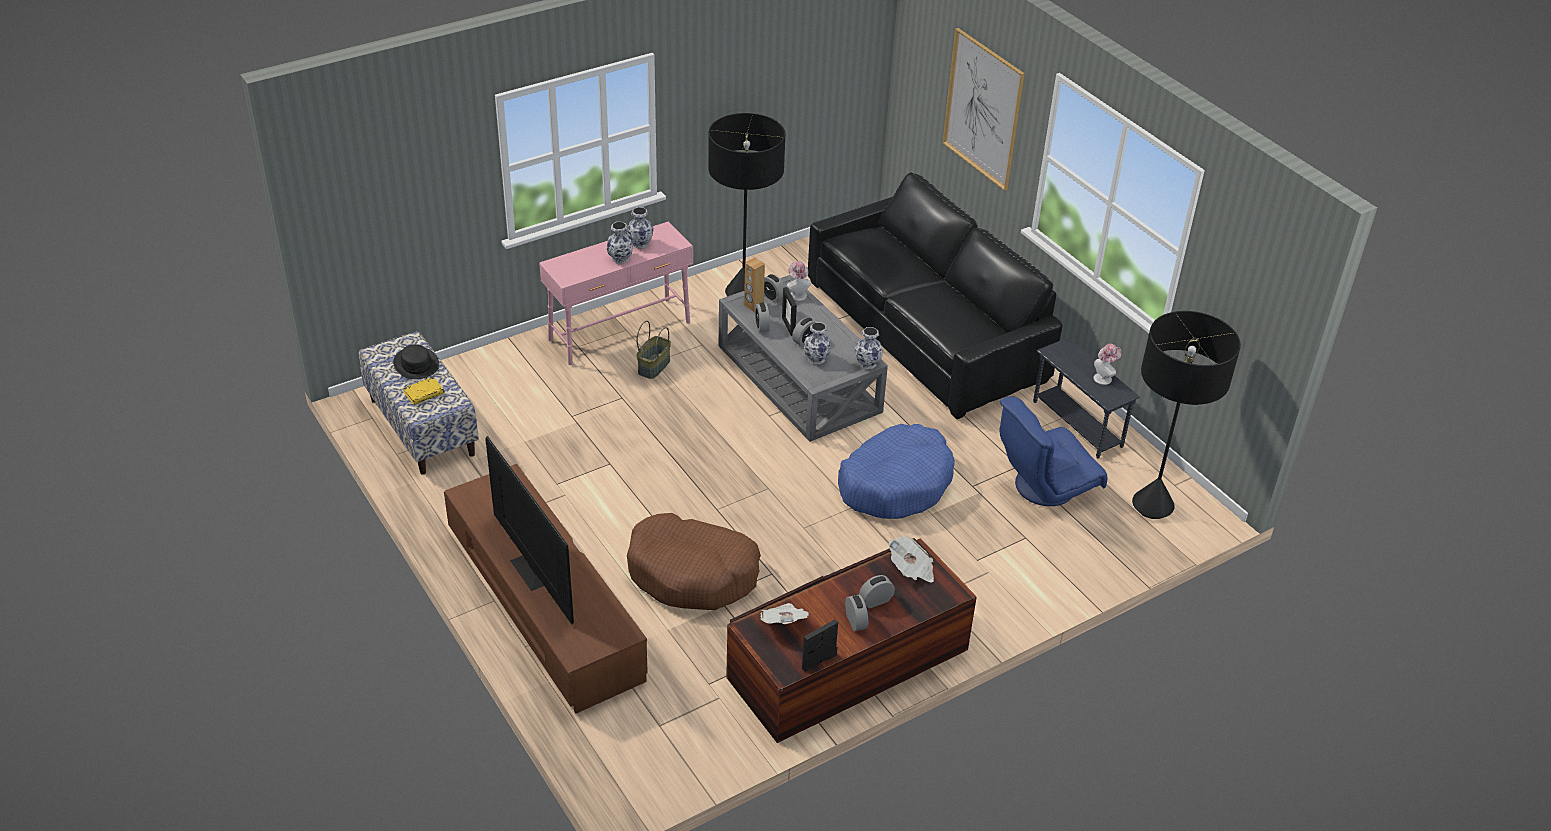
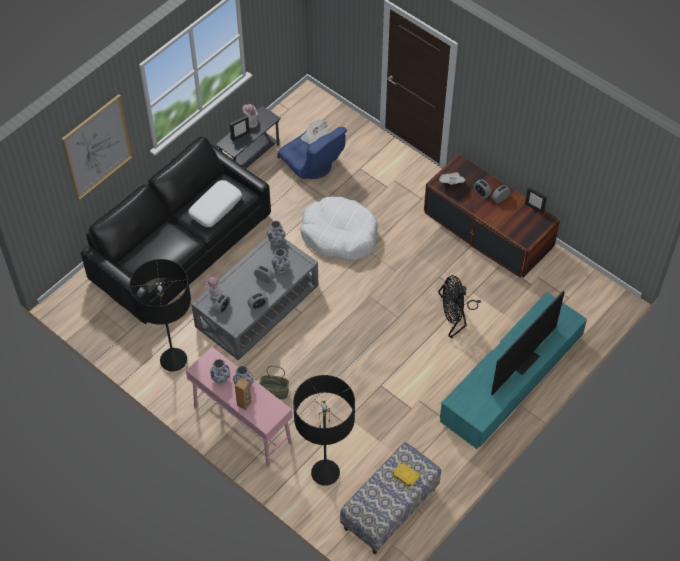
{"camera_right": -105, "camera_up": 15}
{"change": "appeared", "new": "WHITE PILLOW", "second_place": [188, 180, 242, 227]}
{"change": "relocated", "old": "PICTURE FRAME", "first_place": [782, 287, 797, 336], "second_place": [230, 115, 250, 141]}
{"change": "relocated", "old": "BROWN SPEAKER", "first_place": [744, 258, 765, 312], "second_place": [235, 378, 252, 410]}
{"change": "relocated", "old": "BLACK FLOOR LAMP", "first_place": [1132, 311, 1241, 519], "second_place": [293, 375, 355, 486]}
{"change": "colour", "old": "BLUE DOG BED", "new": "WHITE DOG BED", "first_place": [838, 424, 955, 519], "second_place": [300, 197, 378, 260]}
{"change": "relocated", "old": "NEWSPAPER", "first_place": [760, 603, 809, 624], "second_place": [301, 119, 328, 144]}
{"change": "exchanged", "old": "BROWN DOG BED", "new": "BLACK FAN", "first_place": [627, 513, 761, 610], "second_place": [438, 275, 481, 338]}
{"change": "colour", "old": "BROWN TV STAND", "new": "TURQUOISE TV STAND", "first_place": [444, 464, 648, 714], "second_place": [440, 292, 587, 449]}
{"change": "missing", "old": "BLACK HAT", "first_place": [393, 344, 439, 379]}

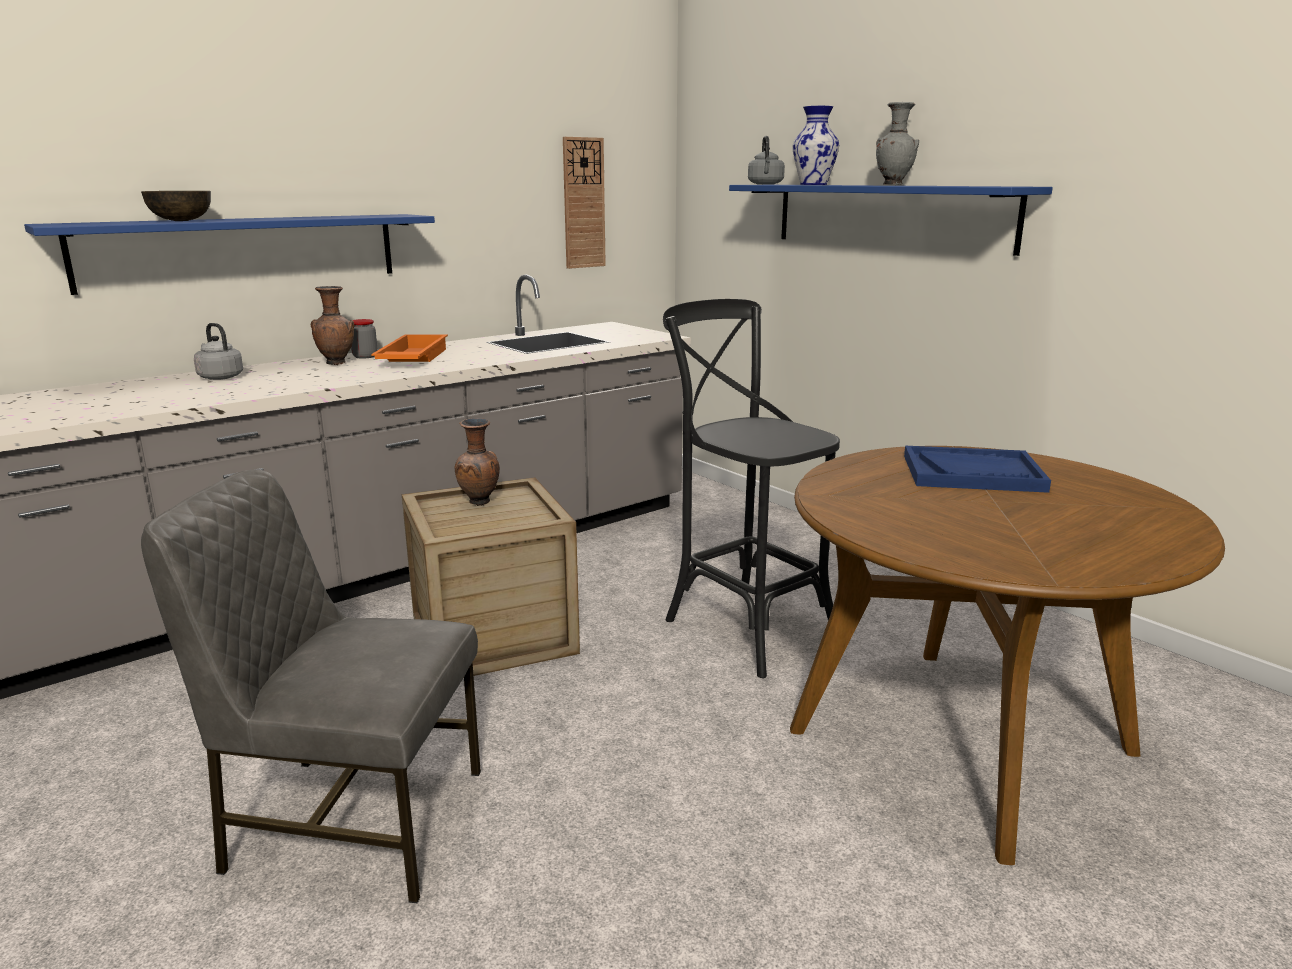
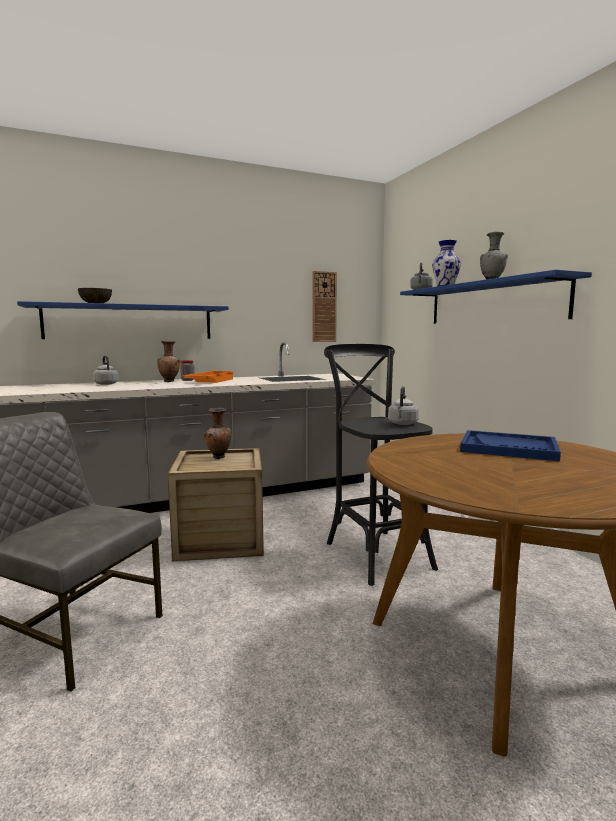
{"camera_right": 15, "camera_up": -10}
{"change": "appeared", "new": "GREY KETTLE", "second_place": [388, 386, 419, 425]}

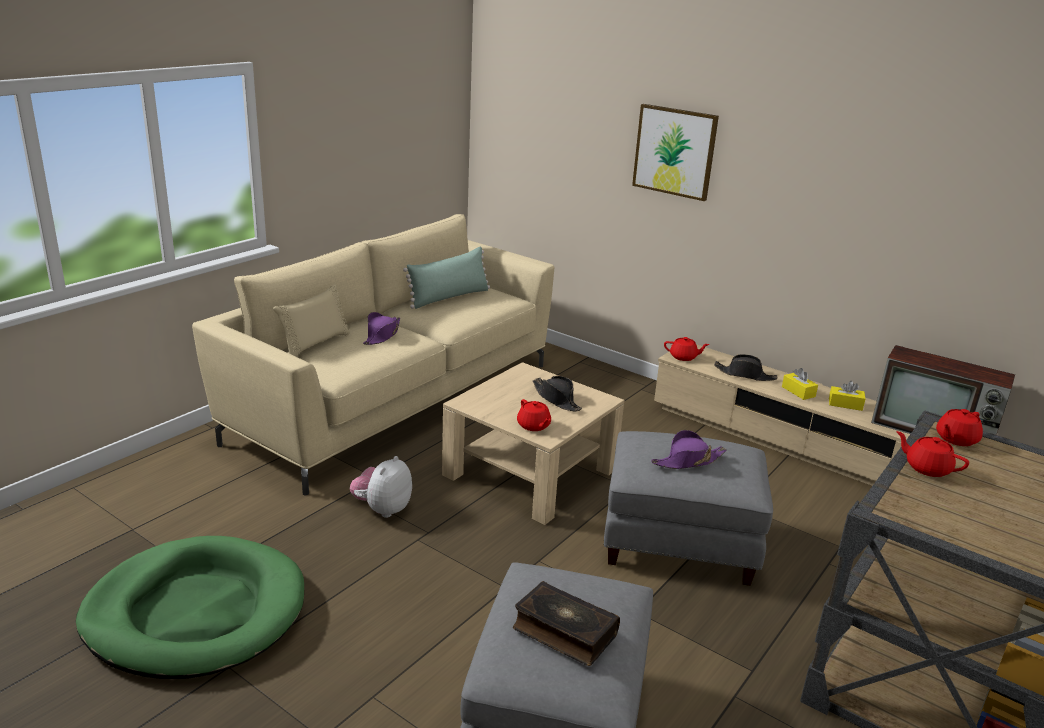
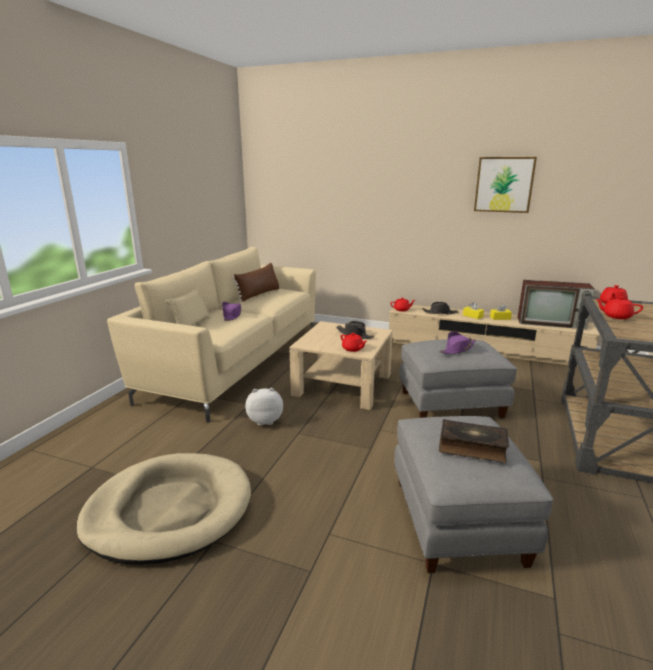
{"camera_right": -15, "camera_up": -5}
{"change": "colour", "old": "GREEN DOG BED", "new": "BEIGE DOG BED", "first_place": [76, 536, 304, 679], "second_place": [76, 453, 251, 565]}
{"change": "colour", "old": "GREEN PILLOW", "new": "BROWN PILLOW", "first_place": [403, 247, 490, 309], "second_place": [232, 263, 280, 302]}
{"change": "spun", "old": "PLUSH TOY", "first_place": [350, 456, 412, 518], "second_place": [245, 388, 283, 426], "degrees": 75}
{"change": "relocated", "old": "PICTURE", "first_place": [632, 104, 719, 201], "second_place": [474, 157, 537, 213]}

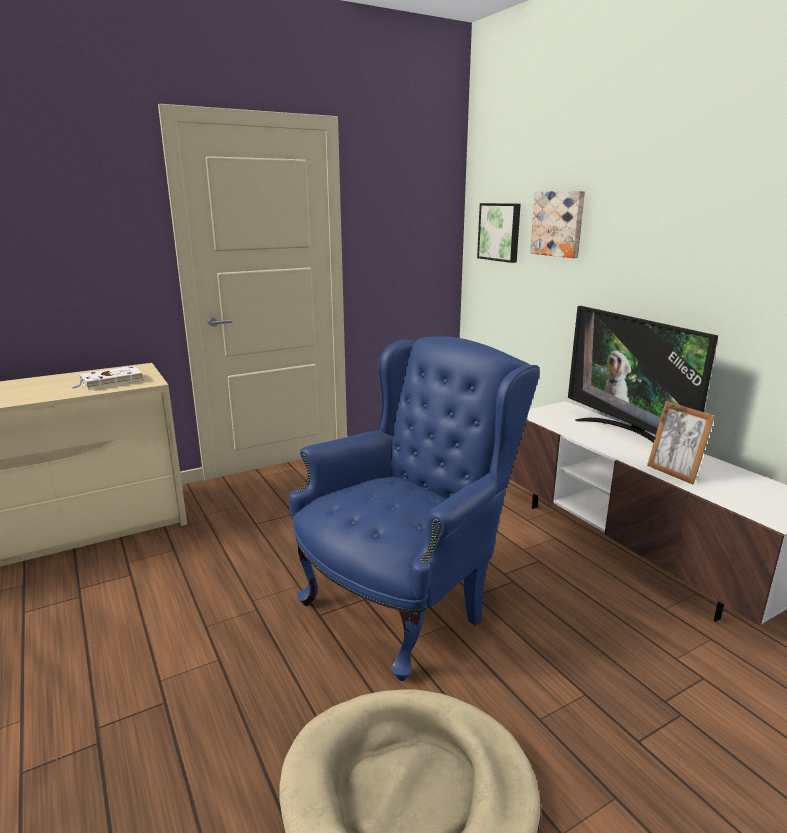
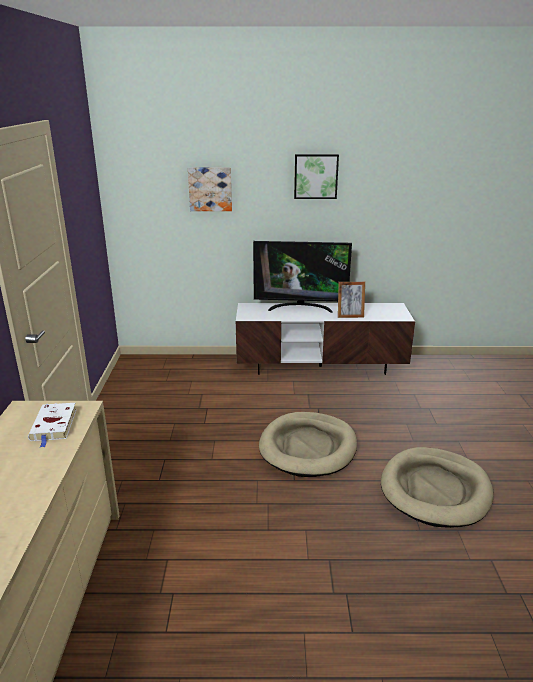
{"camera_right": -60, "camera_up": 5}
{"change": "exchanged", "old": "BLUE ARMCHAIR", "new": "BEIGE DOG BED", "first_place": [289, 336, 540, 681], "second_place": [259, 412, 357, 477]}
{"change": "relocated", "old": "PICTURE", "first_place": [477, 203, 521, 263], "second_place": [294, 154, 339, 199]}

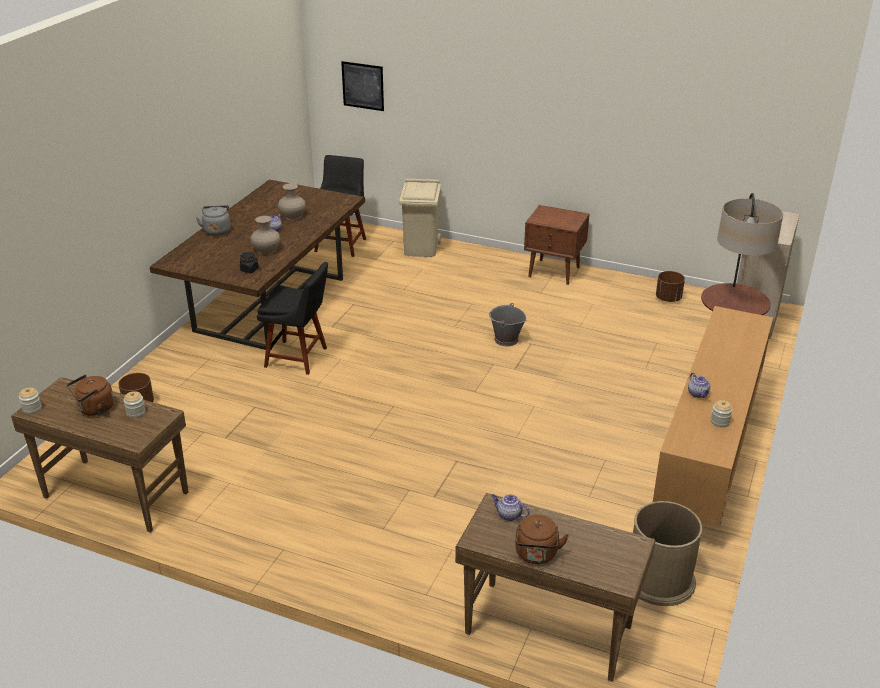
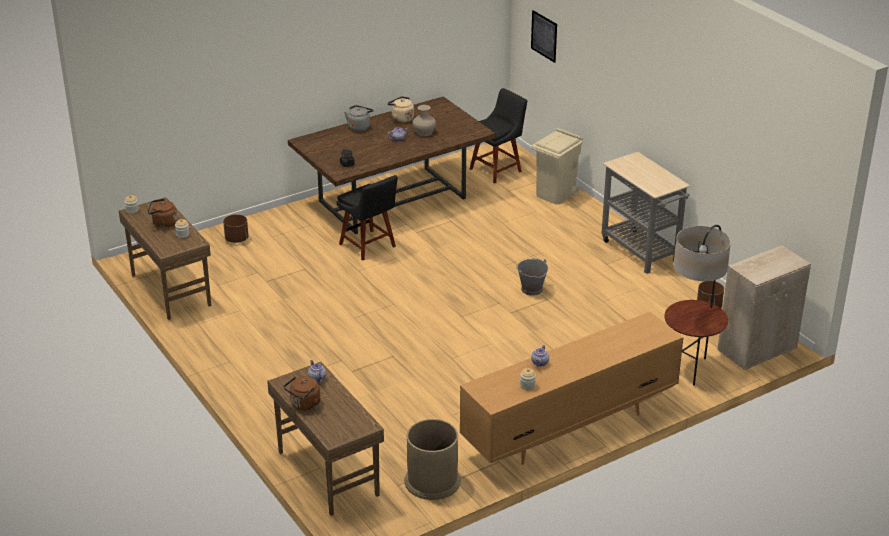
{"camera_right": 35, "camera_up": 0}
{"change": "appeared", "new": "BEIGE KETTLE", "second_place": [387, 96, 414, 123]}
{"change": "exchanged", "old": "BROWN NIGHTSTAND", "new": "GREY CART", "first_place": [524, 205, 589, 285], "second_place": [601, 152, 690, 274]}
{"change": "missing", "old": "BEIGE VASE", "first_place": [251, 216, 280, 255]}

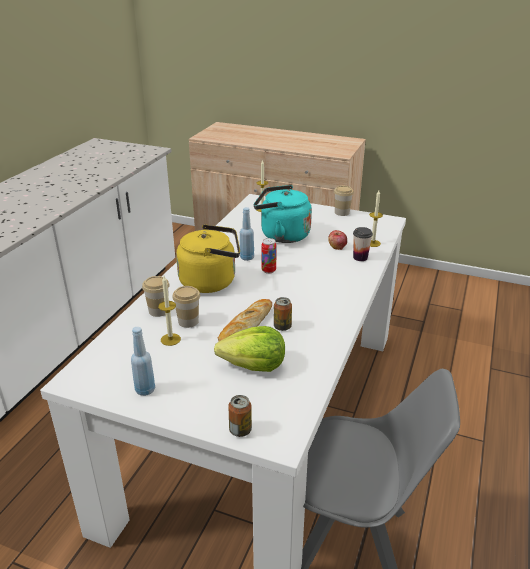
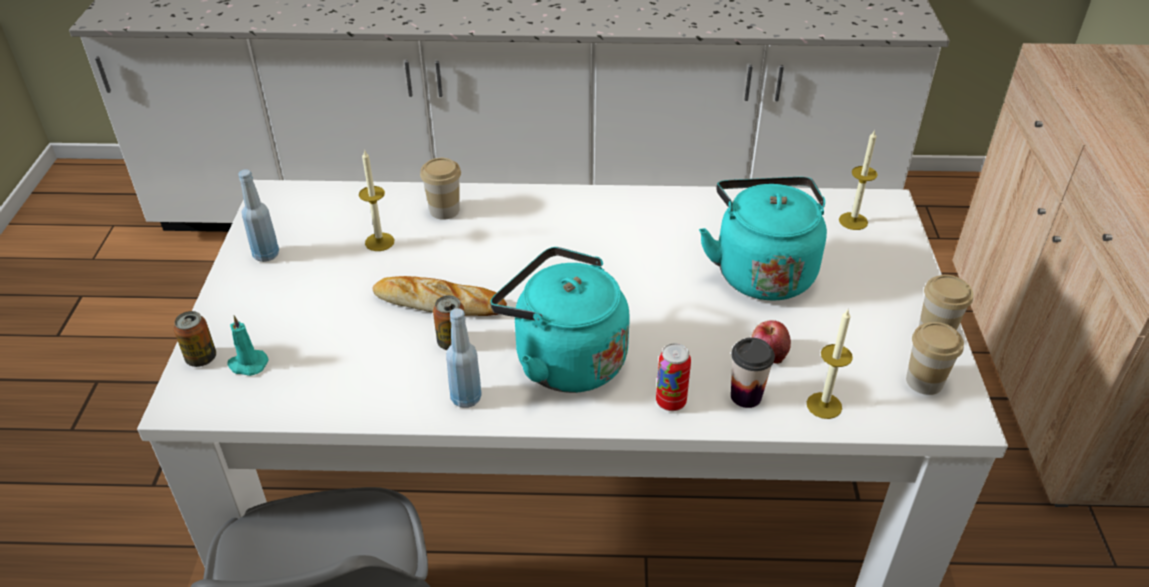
{"camera_right": 70, "camera_up": 10}
{"change": "appeared", "new": "TURQUOISE CANDLE", "second_place": [228, 316, 269, 376]}
{"change": "relocated", "old": "BLUE BOTTLE", "first_place": [240, 207, 254, 261], "second_place": [446, 308, 482, 408]}
{"change": "appeared", "new": "TURQUOISE KETTLE", "second_place": [490, 247, 630, 393]}
{"change": "relocated", "old": "CAN", "first_place": [261, 238, 277, 274], "second_place": [656, 343, 691, 411]}
{"change": "relocated", "old": "CUP", "first_place": [172, 286, 200, 328], "second_place": [906, 322, 964, 395]}
{"change": "missing", "old": "YELLOW KETTLE", "first_place": [176, 224, 240, 293]}
{"change": "missing", "old": "LETTUCE", "first_place": [214, 326, 285, 372]}

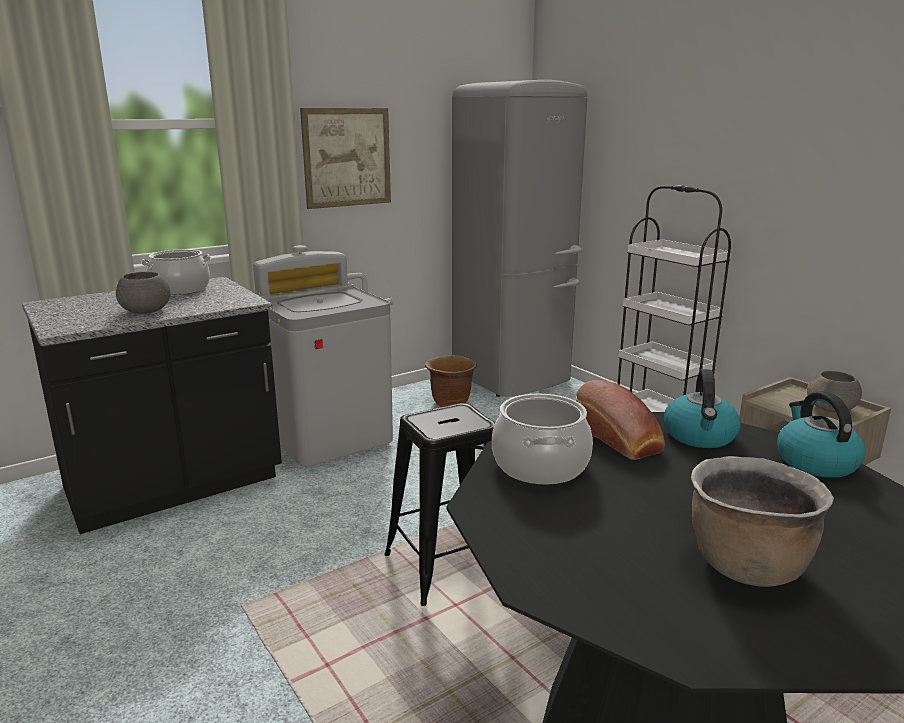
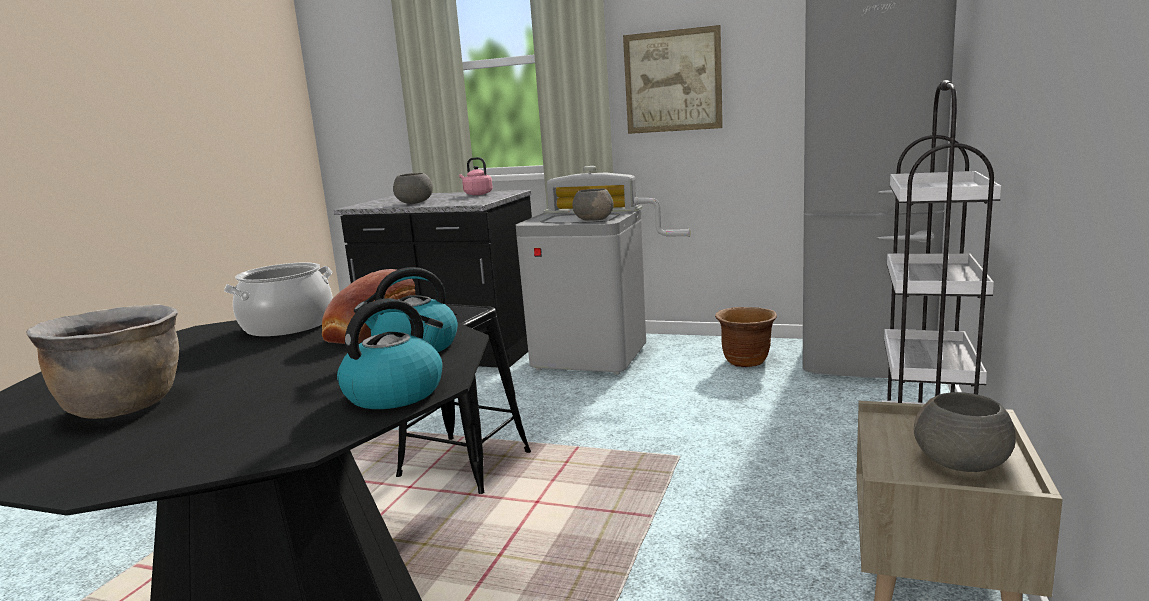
{"camera_right": 55, "camera_up": -5}
{"change": "exchanged", "old": "COOKING POT", "new": "PINK KETTLE", "first_place": [141, 249, 211, 295], "second_place": [459, 157, 493, 195]}
{"change": "appeared", "new": "GREY BOWL", "second_place": [572, 189, 614, 221]}

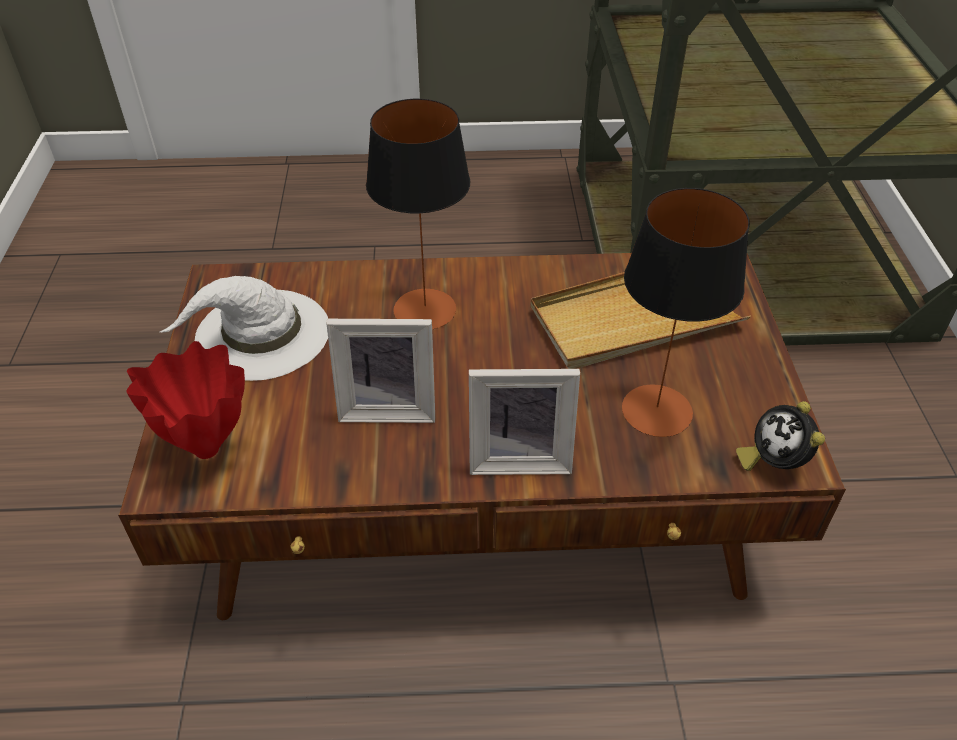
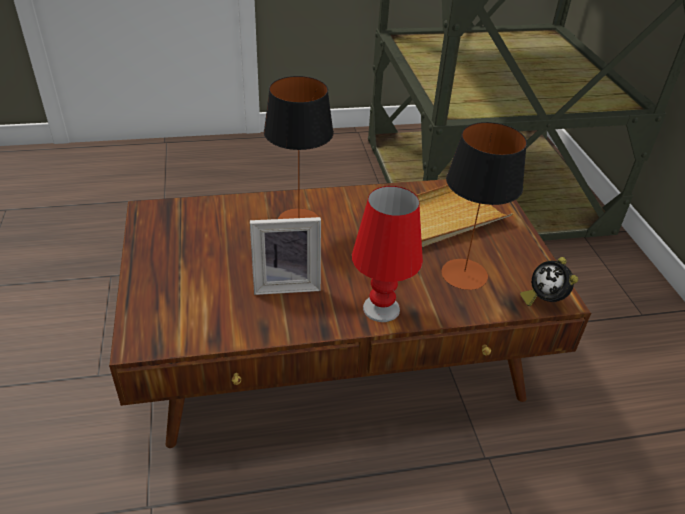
{"camera_right": -10, "camera_up": -5}
{"change": "exchanged", "old": "PICTURE FRAME", "new": "RED TABLE LAMP", "first_place": [469, 369, 580, 475], "second_place": [352, 186, 423, 322]}
{"change": "missing", "old": "RED VASE", "first_place": [126, 341, 245, 459]}
{"change": "missing", "old": "WHITE HAT", "first_place": [160, 276, 328, 381]}

